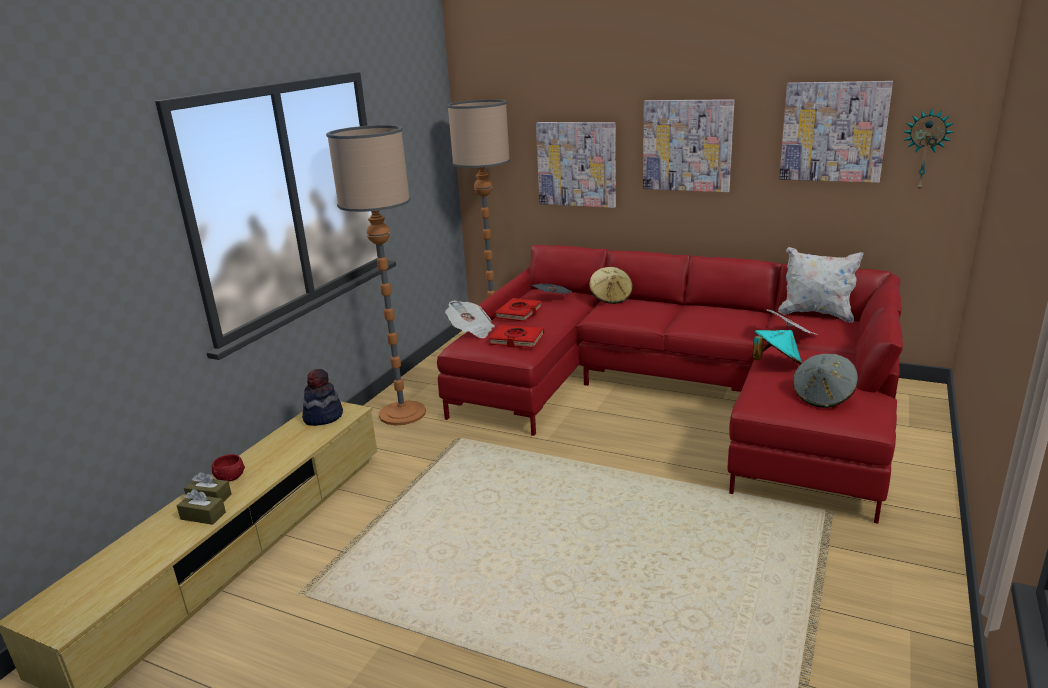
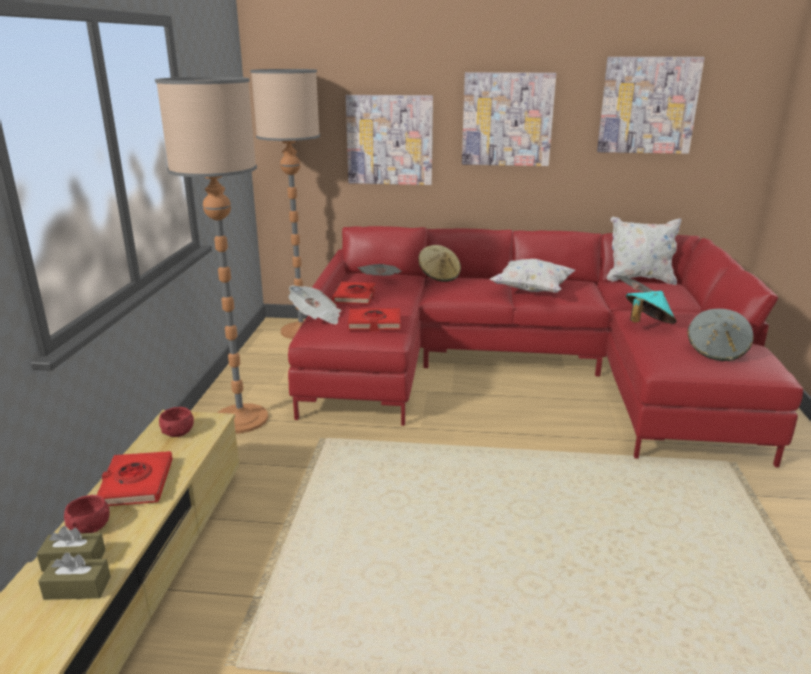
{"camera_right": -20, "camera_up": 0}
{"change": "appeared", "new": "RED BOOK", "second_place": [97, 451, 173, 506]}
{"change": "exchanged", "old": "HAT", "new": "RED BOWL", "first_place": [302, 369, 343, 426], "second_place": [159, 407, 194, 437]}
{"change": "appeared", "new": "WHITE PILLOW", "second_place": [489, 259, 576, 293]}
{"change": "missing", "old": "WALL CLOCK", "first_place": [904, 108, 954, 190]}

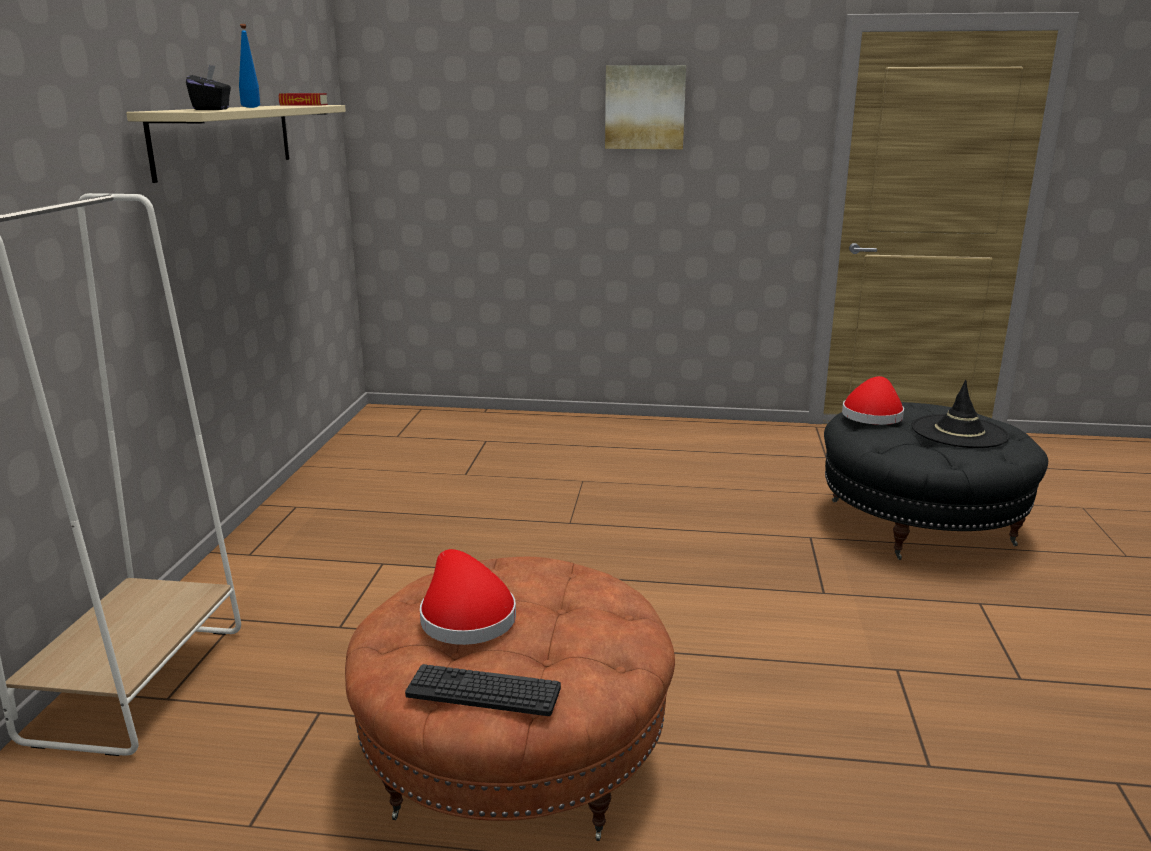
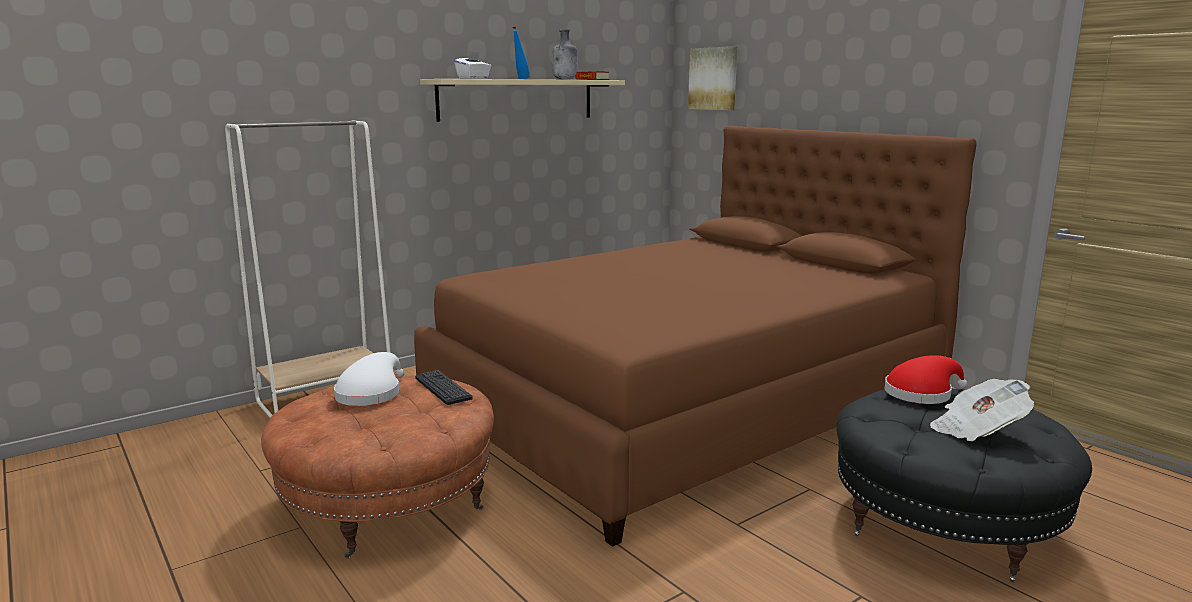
{"camera_right": 45, "camera_up": -5}
{"change": "colour", "old": "RED HAT", "new": "WHITE HAT", "first_place": [420, 549, 516, 645], "second_place": [334, 352, 405, 406]}
{"change": "appeared", "new": "BROWN BED", "second_place": [414, 126, 976, 547]}
{"change": "relocated", "old": "KEYBOARD", "first_place": [405, 664, 561, 716], "second_place": [415, 370, 473, 405]}
{"change": "colour", "old": "BLACK TISSUE BOX", "new": "WHITE TISSUE BOX", "first_place": [186, 65, 231, 110], "second_place": [454, 51, 491, 79]}
{"change": "appeared", "new": "GREY BOTTLE", "second_place": [552, 29, 577, 80]}
{"change": "relocated", "old": "PICTURE", "first_place": [605, 65, 686, 149], "second_place": [688, 46, 737, 110]}
{"change": "exchanged", "old": "BLACK HAT", "new": "NEWSPAPER", "first_place": [912, 380, 1010, 448], "second_place": [930, 379, 1034, 441]}

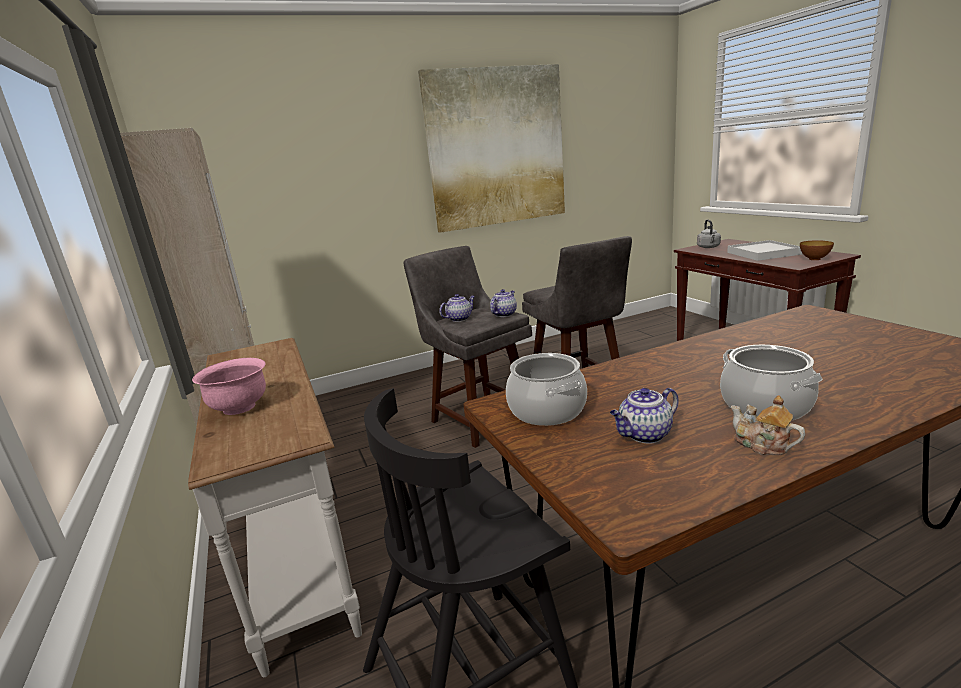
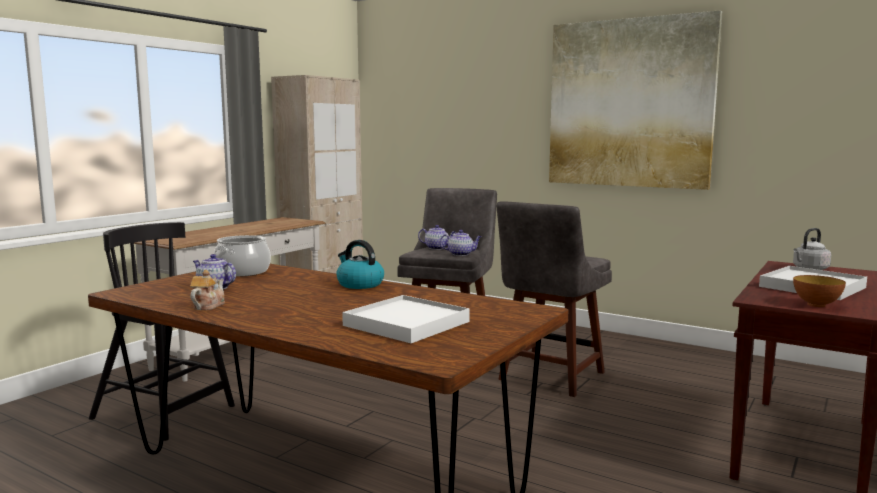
{"camera_right": 55, "camera_up": -10}
{"change": "appeared", "new": "KETTLE", "second_place": [336, 240, 384, 289]}
{"change": "appeared", "new": "WHITE TRAY", "second_place": [342, 295, 470, 343]}
{"change": "missing", "old": "PINK BOWL", "first_place": [192, 358, 266, 415]}
{"change": "missing", "old": "COOKING POT", "first_place": [720, 345, 823, 420]}

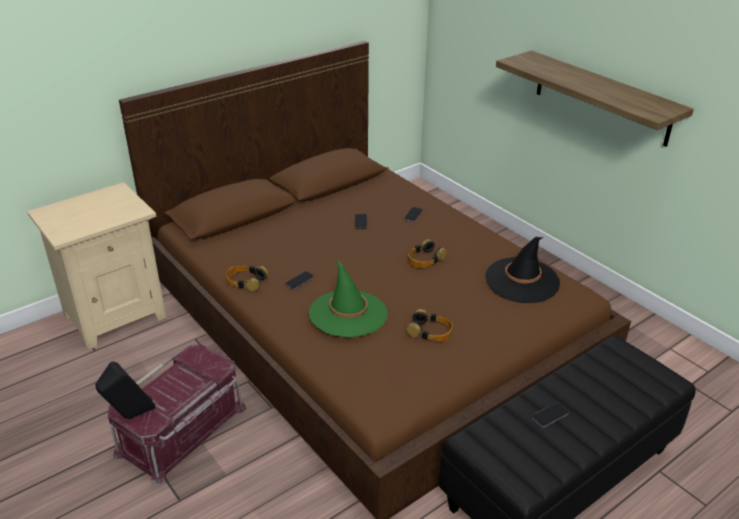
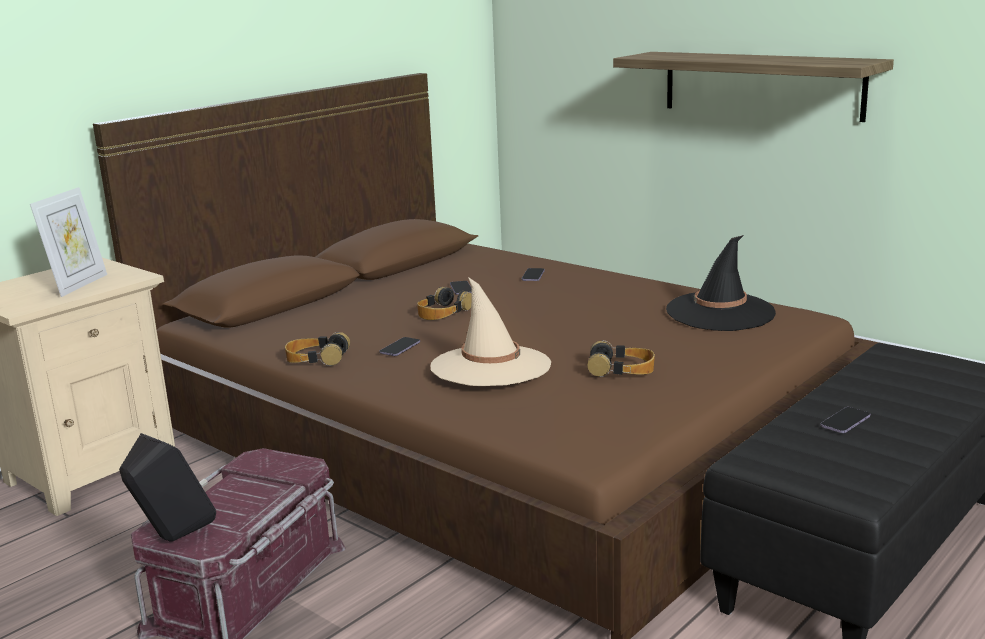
{"camera_right": -10, "camera_up": -15}
{"change": "appeared", "new": "PICTURE FRAME", "second_place": [30, 187, 107, 297]}
{"change": "relocated", "old": "HEADPHONES", "first_place": [408, 239, 447, 268], "second_place": [417, 287, 472, 320]}
{"change": "colour", "old": "GREEN HAT", "new": "BEIGE HAT", "first_place": [309, 259, 388, 337], "second_place": [430, 277, 551, 386]}

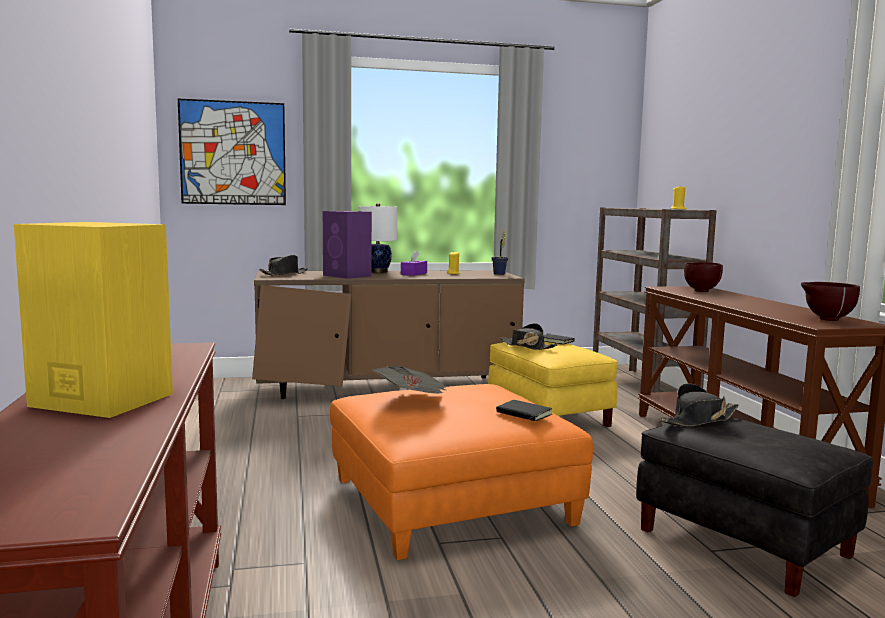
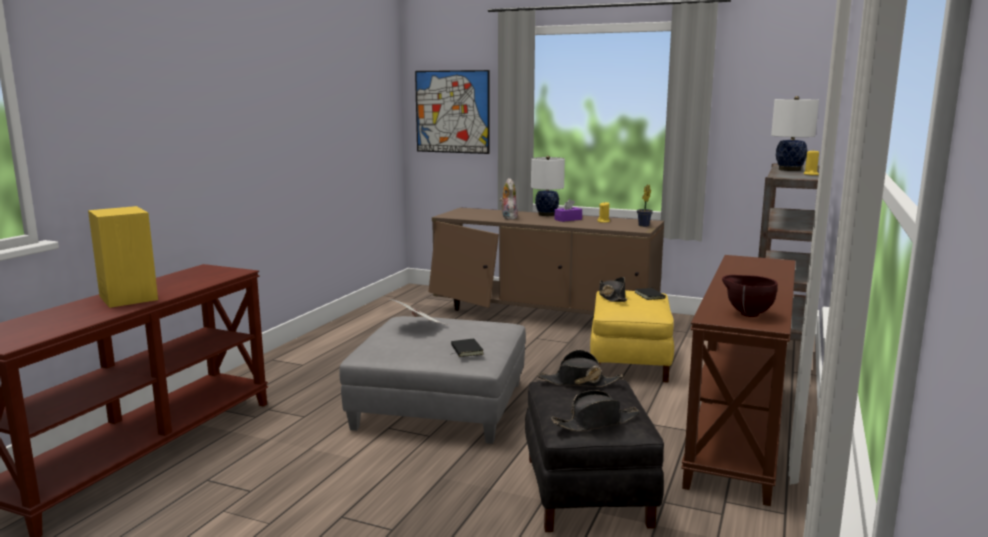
{"camera_right": 35, "camera_up": 5}
{"change": "colour", "old": "ORANGE OTTOMAN", "new": "GREY OTTOMAN", "first_place": [330, 384, 593, 560], "second_place": [339, 316, 526, 444]}
{"change": "exchanged", "old": "PURPLE SPEAKER", "new": "PLUSH TOY", "first_place": [323, 211, 372, 279], "second_place": [500, 178, 518, 220]}
{"change": "relocated", "old": "BLACK HAT", "first_place": [259, 255, 307, 276], "second_place": [551, 390, 640, 431]}
{"change": "appeared", "new": "WHITE TABLE LAMP", "second_place": [771, 96, 819, 171]}
{"change": "missing", "old": "BROWN BOWL", "first_place": [684, 262, 723, 292]}

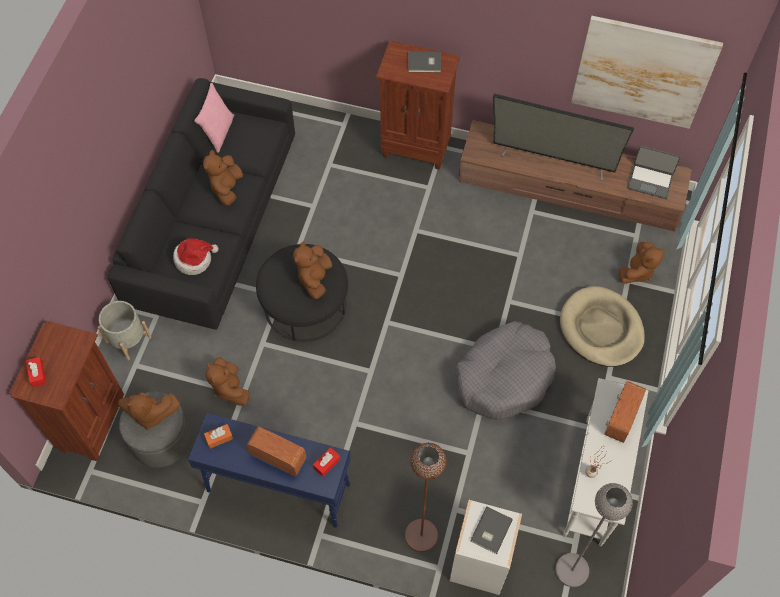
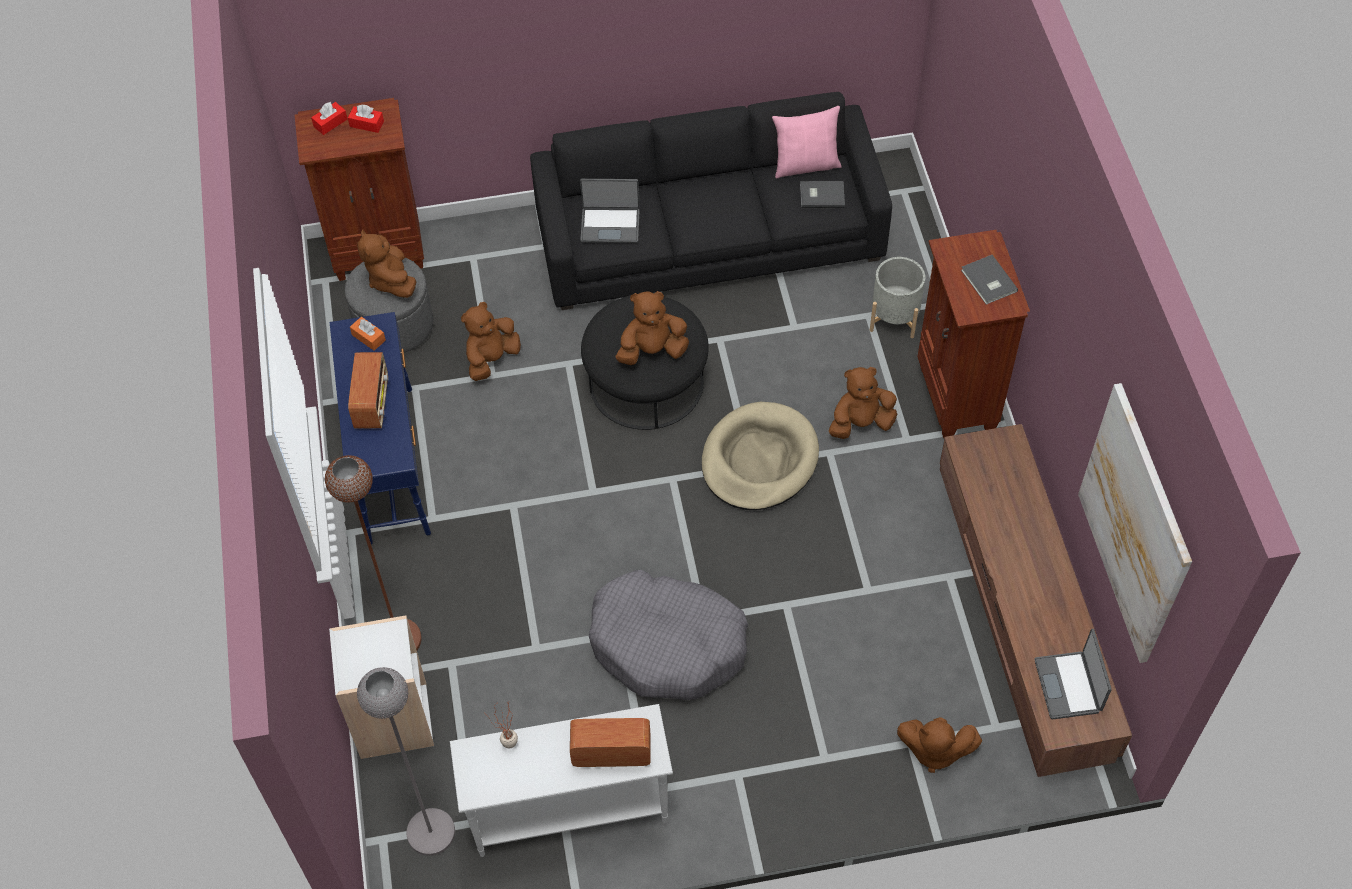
{"camera_right": 65, "camera_up": -5}
{"change": "relocated", "old": "RED TISSUE BOX", "first_place": [313, 447, 340, 477], "second_place": [348, 105, 384, 133]}
{"change": "exchanged", "old": "HAT", "new": "LAPTOP", "first_place": [173, 238, 219, 275], "second_place": [580, 179, 640, 243]}
{"change": "relocated", "old": "BEIGE DOG BED", "first_place": [560, 286, 645, 367], "second_place": [702, 402, 819, 510]}
{"change": "relocated", "old": "GREY BOOK", "first_place": [470, 506, 513, 554], "second_place": [800, 181, 845, 208]}
{"change": "relocated", "old": "BROWN PLUSH TOY", "first_place": [203, 150, 243, 206], "second_place": [829, 367, 897, 439]}
{"change": "relocated", "old": "GREY PLANTER", "first_place": [98, 301, 151, 360], "second_place": [870, 257, 925, 338]}
{"change": "missing", "old": "TELEVISION", "first_place": [493, 94, 634, 181]}

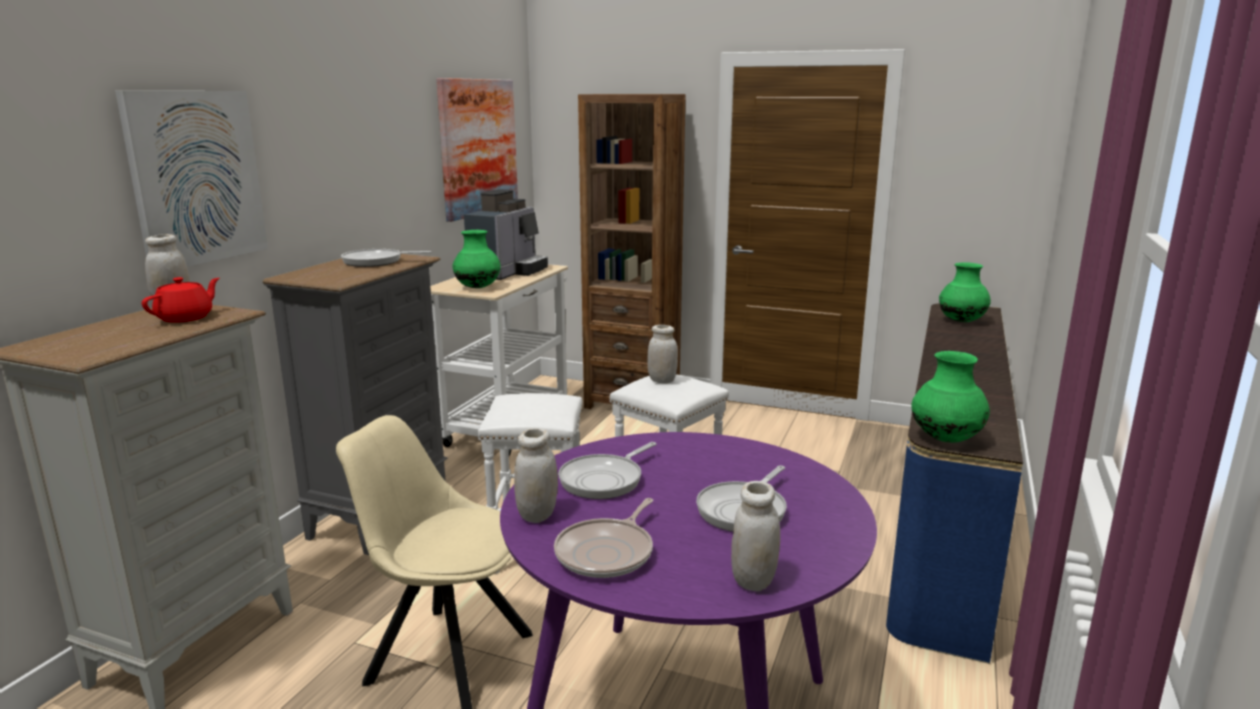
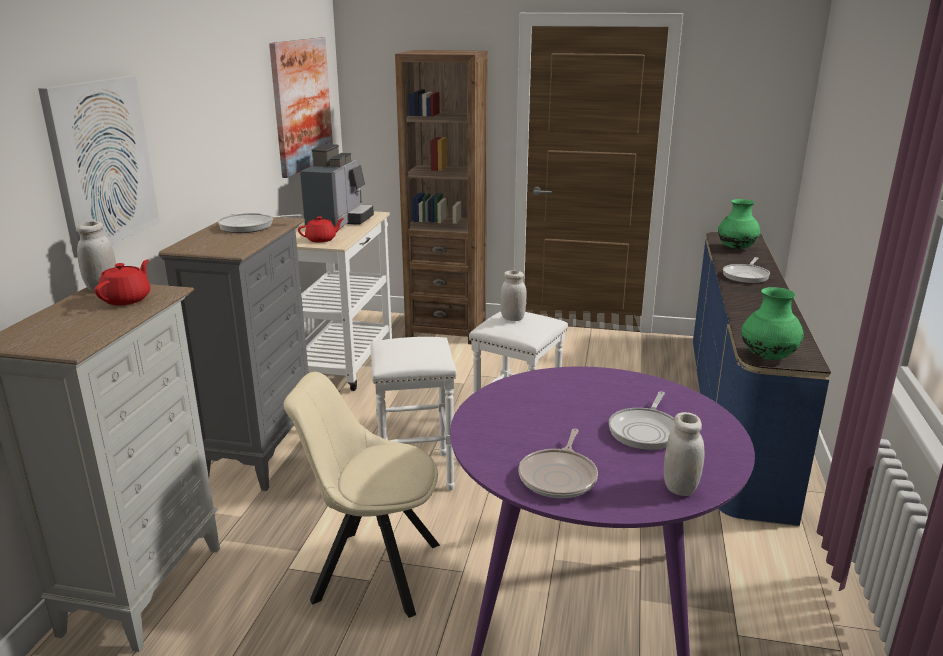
{"camera_right": -10, "camera_up": 5}
{"change": "exchanged", "old": "GREEN VASE", "new": "RED TEAPOT", "first_place": [453, 230, 501, 288], "second_place": [298, 216, 344, 243]}
{"change": "relocated", "old": "FRYING PAN", "first_place": [558, 442, 657, 499], "second_place": [723, 257, 770, 283]}
{"change": "missing", "old": "WHITE JAR", "first_place": [514, 428, 558, 523]}

